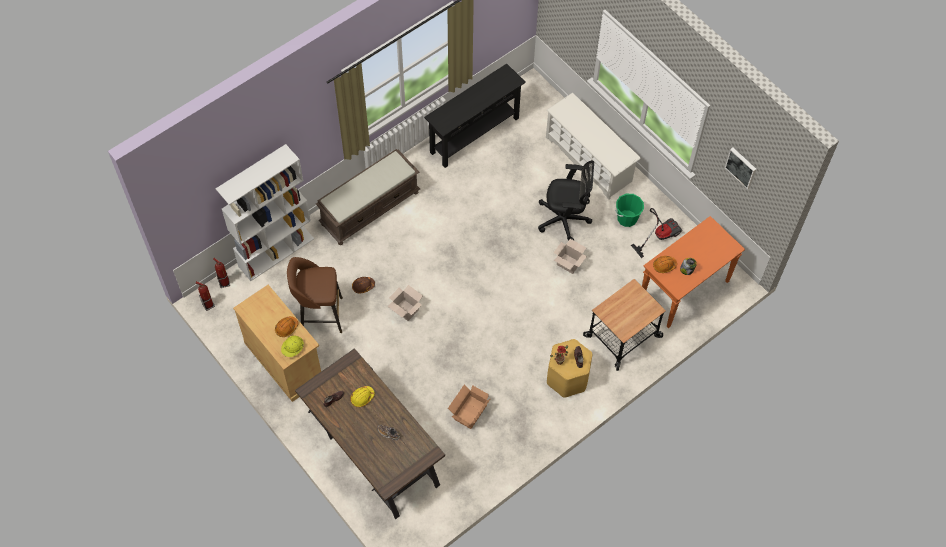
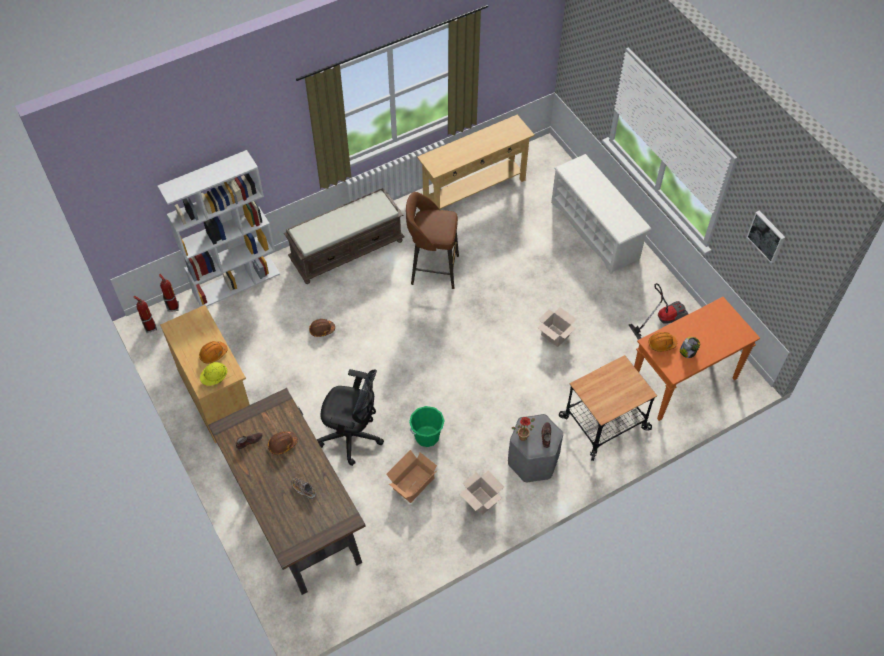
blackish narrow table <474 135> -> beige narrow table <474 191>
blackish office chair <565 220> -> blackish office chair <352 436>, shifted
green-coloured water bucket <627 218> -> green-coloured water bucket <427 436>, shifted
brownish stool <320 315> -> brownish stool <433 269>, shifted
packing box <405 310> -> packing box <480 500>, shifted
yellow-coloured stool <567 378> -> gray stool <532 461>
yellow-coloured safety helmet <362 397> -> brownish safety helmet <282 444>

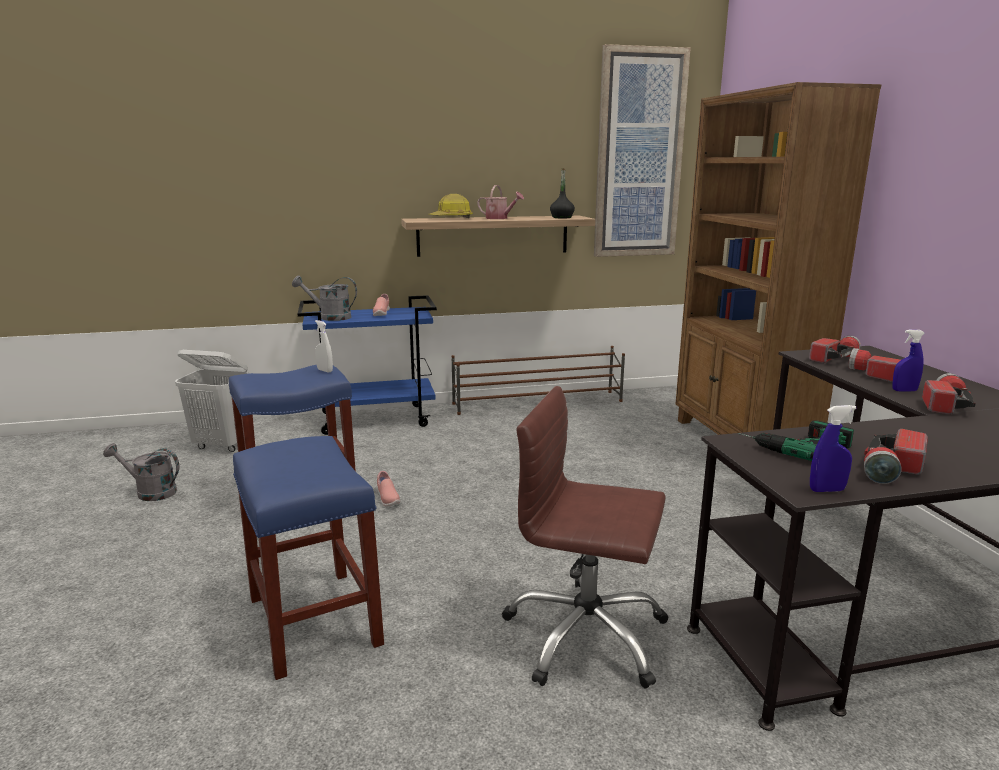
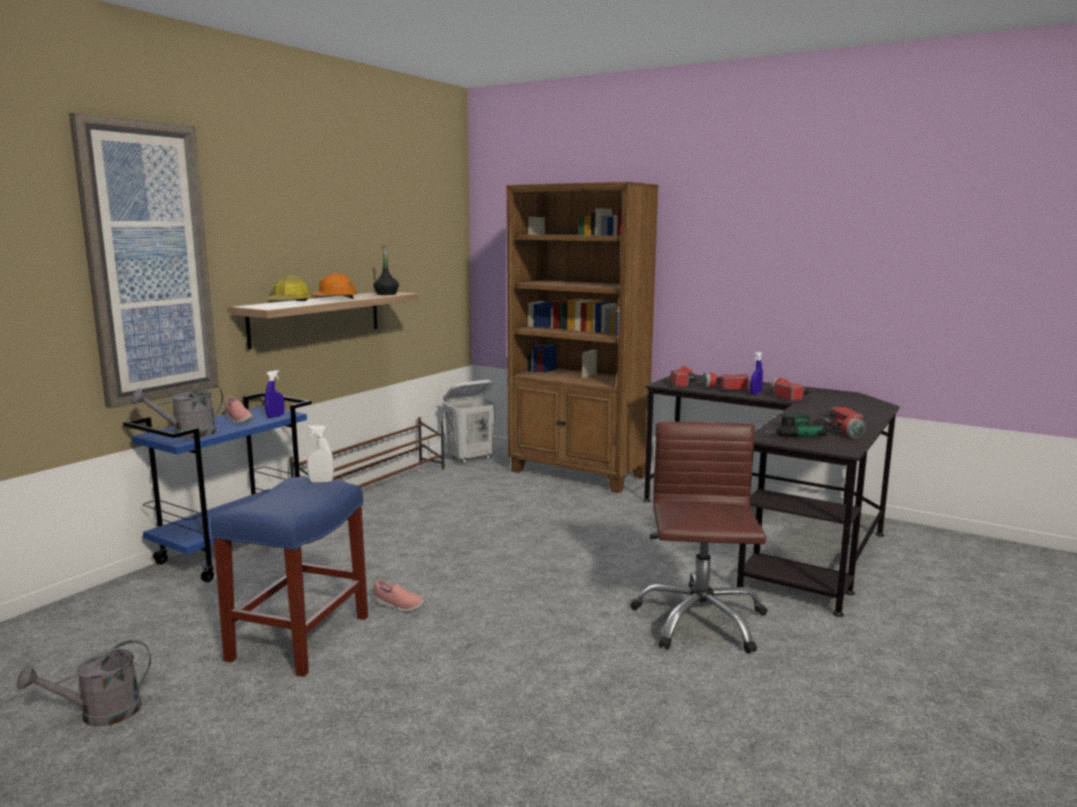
wall picture <639 155> -> wall picture <148 263>, shifted
sprinkling can <499 218> -> orangey safety helmet <335 299>
whitish hamper <222 445> -> whitish hamper <471 459>, shifted
brownish office chair <585 636> -> brownish office chair <699 620>, 120 degrees clockwise
blue sprayer <827 490> -> blue sprayer <275 416>, shifted
blue stool <313 619> -> none

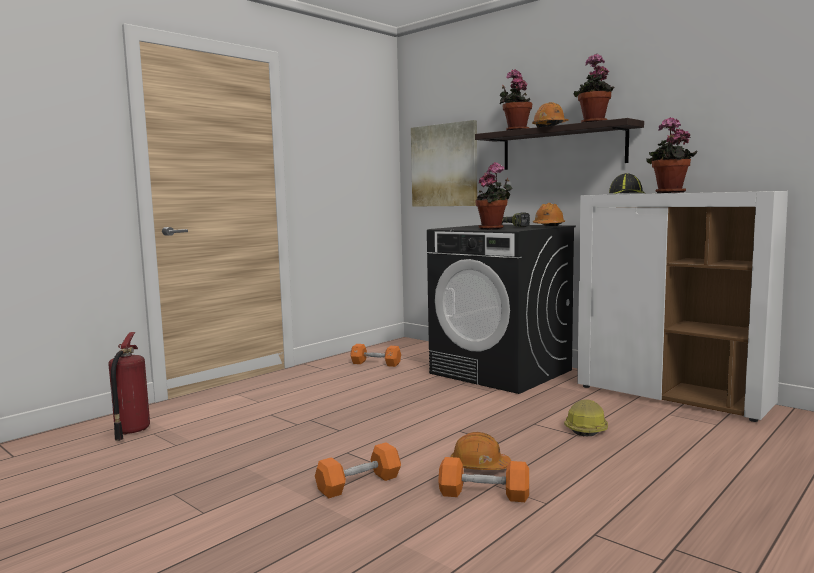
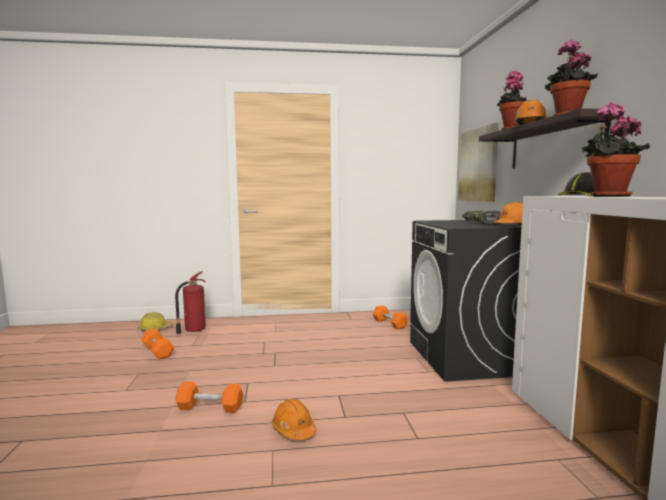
potted plant <493 228> -> none
safety helmet <586 428> -> safety helmet <155 328>, shifted
orangey dumbbell <484 494> -> orangey dumbbell <157 351>, shifted

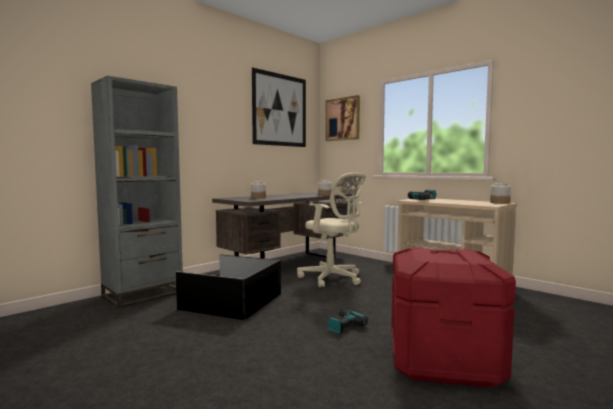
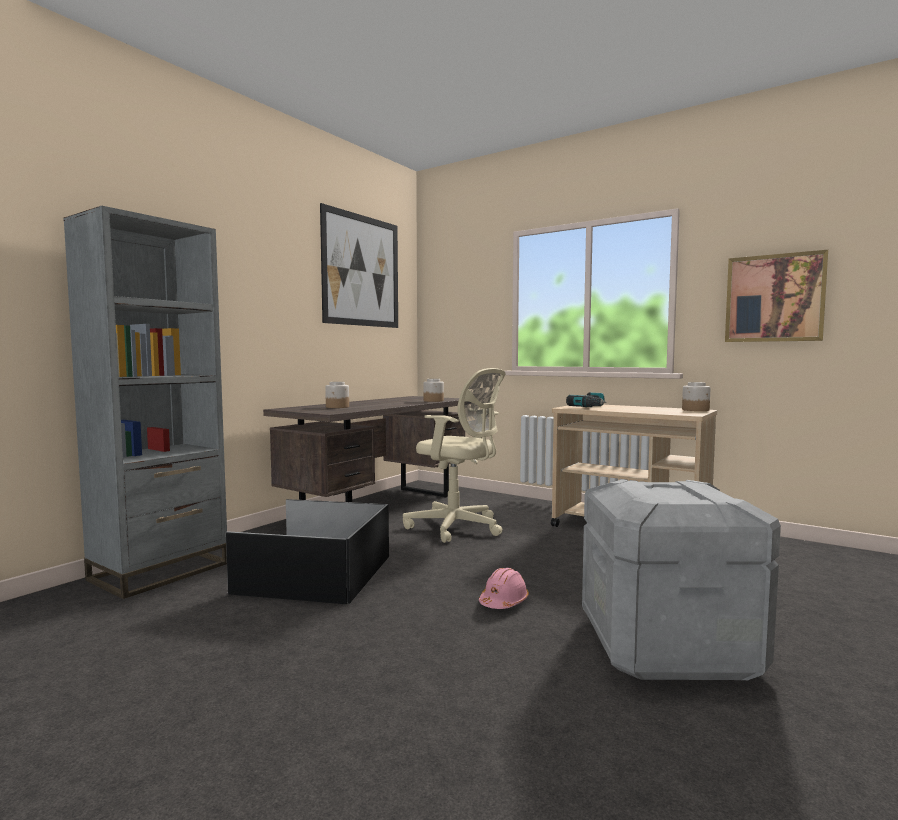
wall picture <342 119> -> wall picture <774 298>, shifted
red-coloured storage box <444 361> -> gray storage box <668 646>
power drill <343 326> -> pink-coloured safety helmet <503 602>

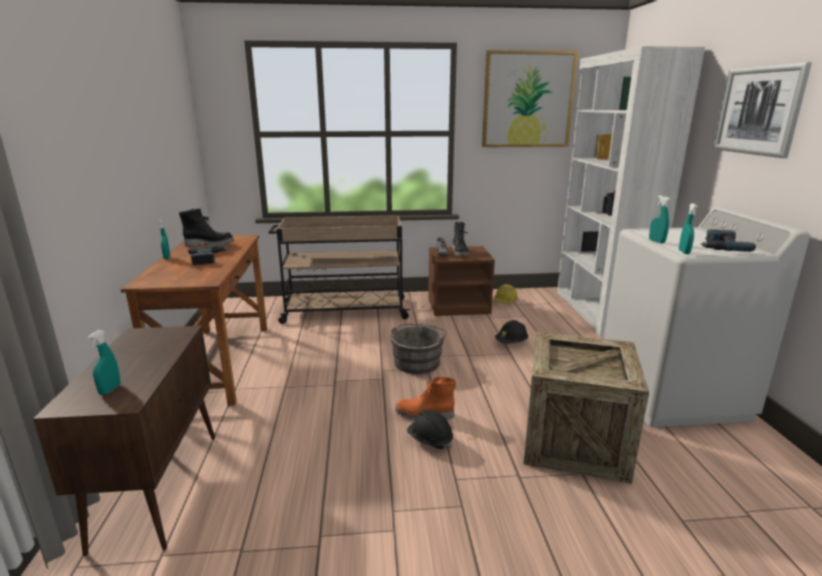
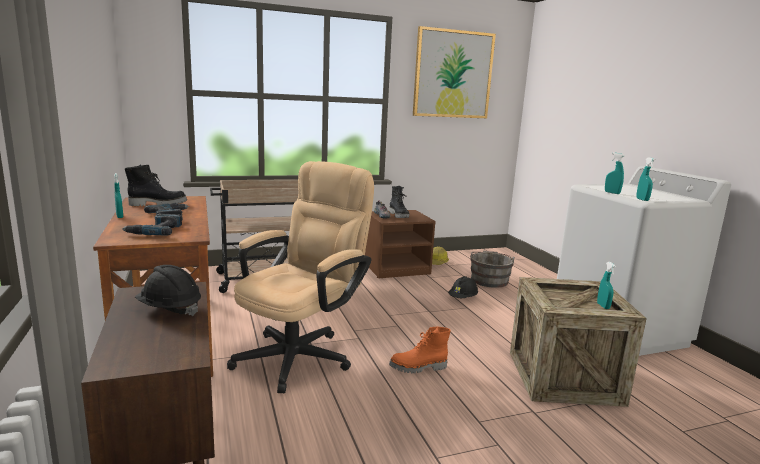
whitish bookshelf <599 311> -> none
wall picture <758 111> -> none
power drill <720 246> -> power drill <155 231>, shifted
gray water bucket <418 361> -> gray water bucket <489 280>, shifted
blue-green sprayer <110 390> -> blue-green sprayer <603 306>, shifted
blackish safety helmet <430 441> -> blackish safety helmet <169 309>, shifted
none -> beige office chair <301 354>

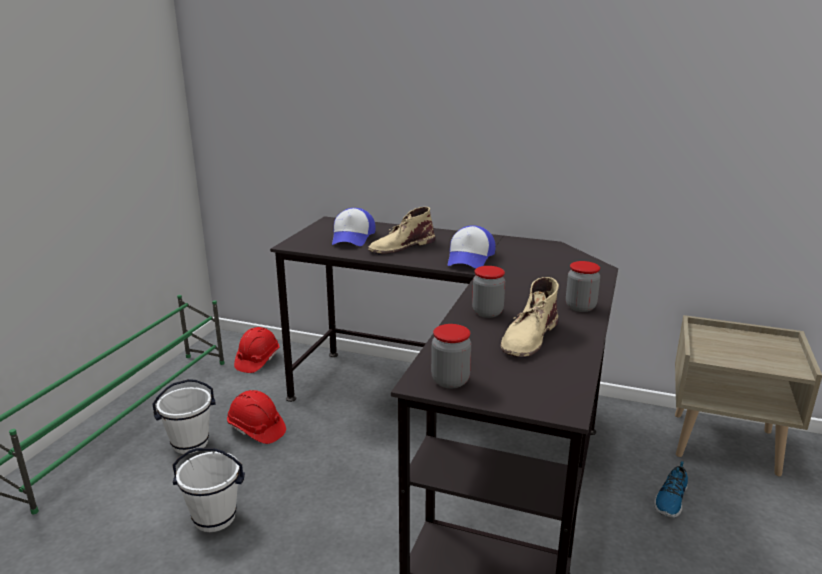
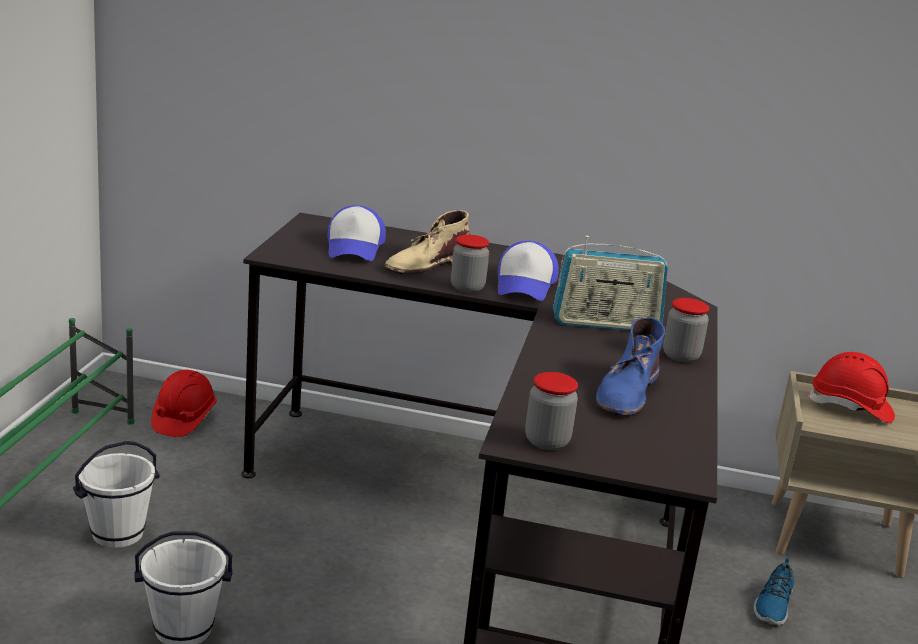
jar <487 312> -> jar <467 288>, shifted
beige tall boot <529 337> -> blue tall boot <627 392>
red-coloured safety helmet <256 430> -> red-coloured safety helmet <851 408>, shifted
none -> radio set <606 324>

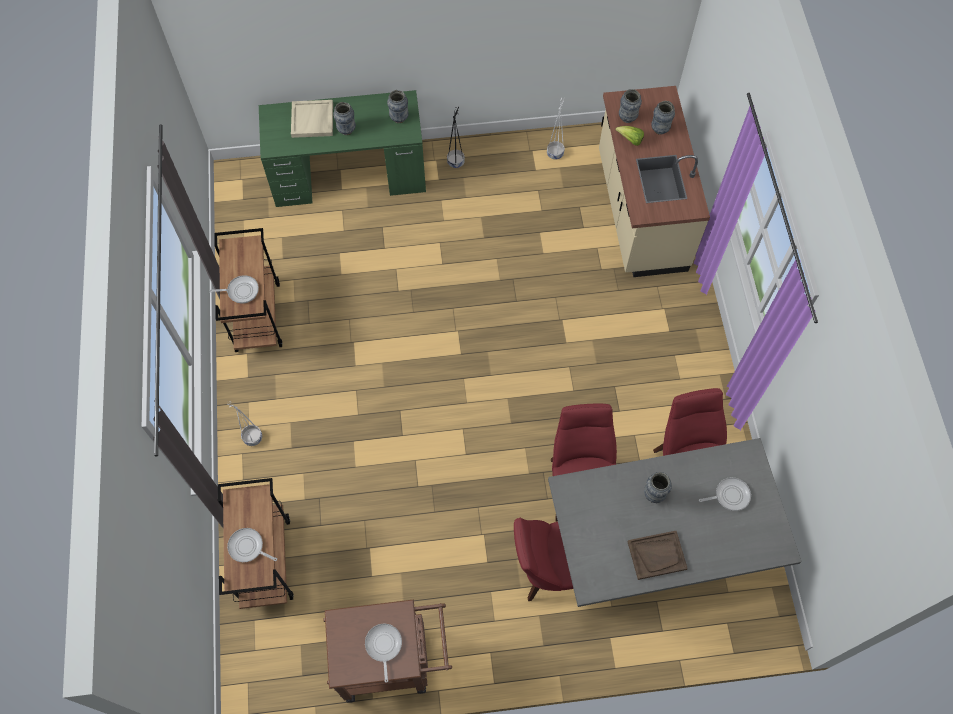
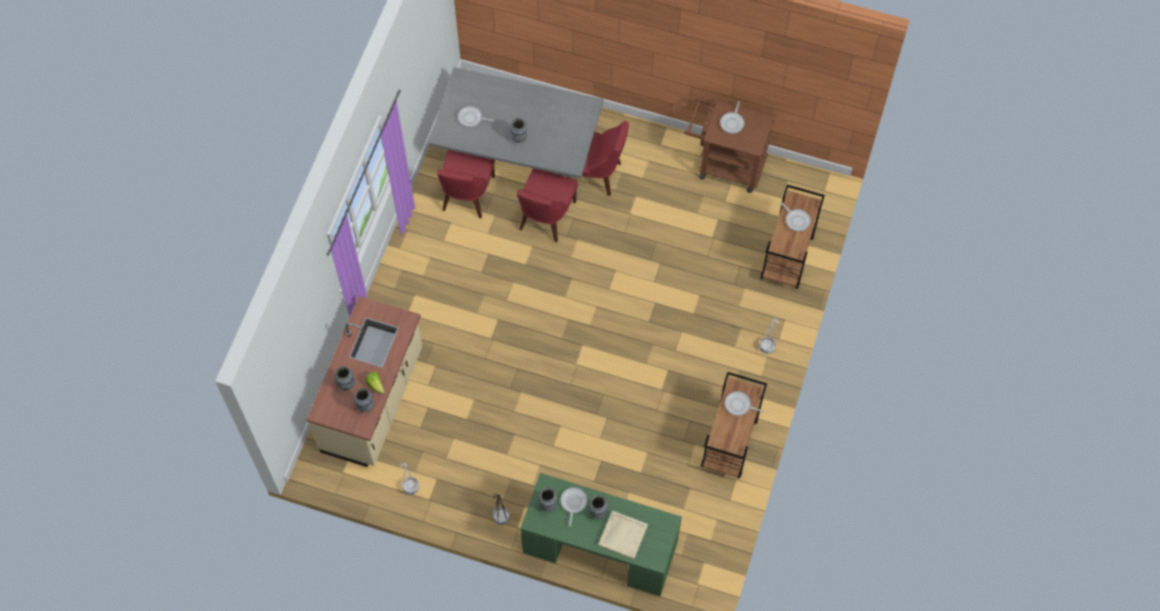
brownish carrying tray <657 555> -> none
none -> frying pan <573 503>

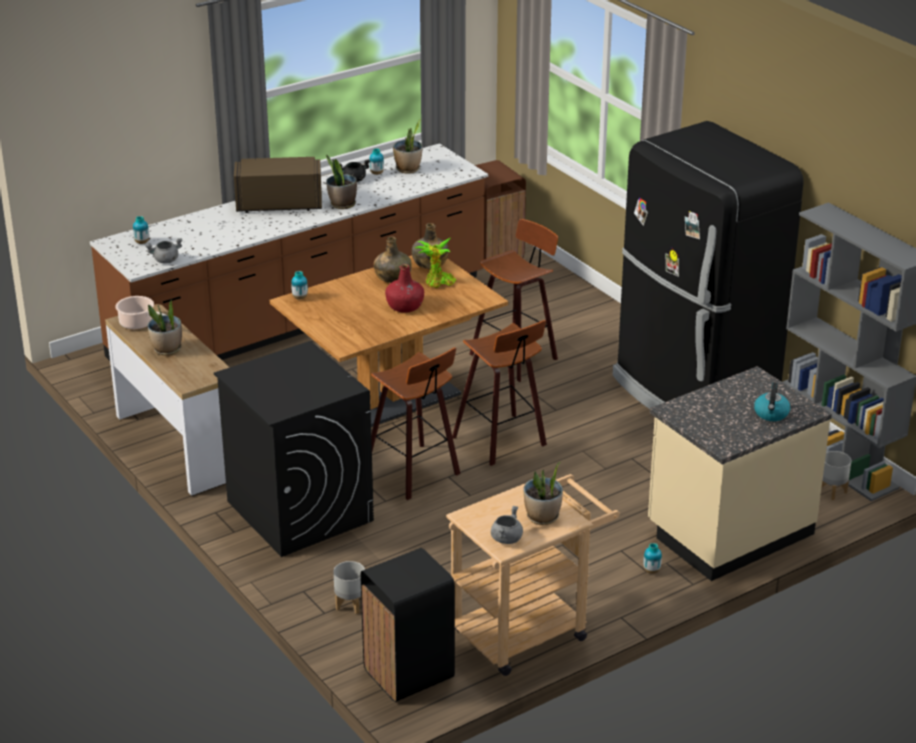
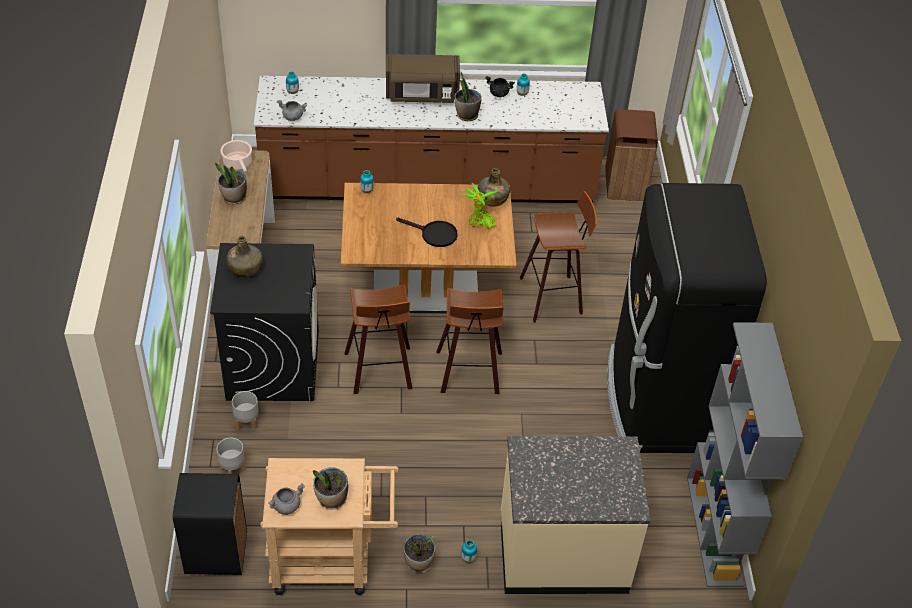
potted plant <408 169> -> potted plant <419 563>, shifted
brownish kitchen microwave <279 204> -> brownish kitchen microwave <422 95>, 150 degrees clockwise
green-coloured drink bottle <392 277> -> green-coloured drink bottle <245 268>, shifted
red-coloured drink bottle <405 306> -> blackish frying pan <434 234>
tea kettle <771 414> -> none
gray planter <831 491> -> gray planter <246 422>, shifted

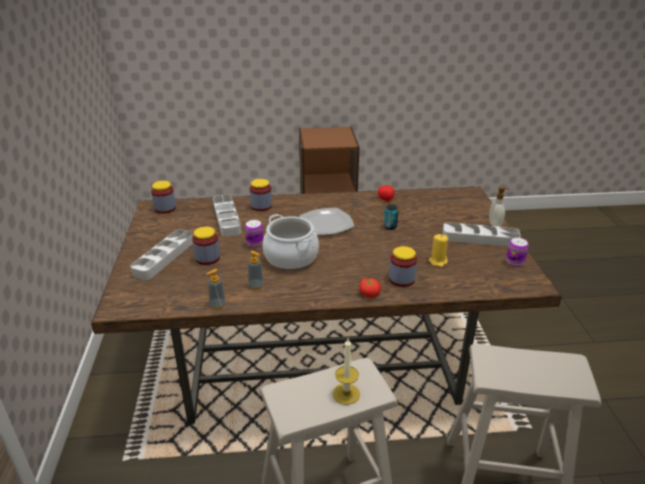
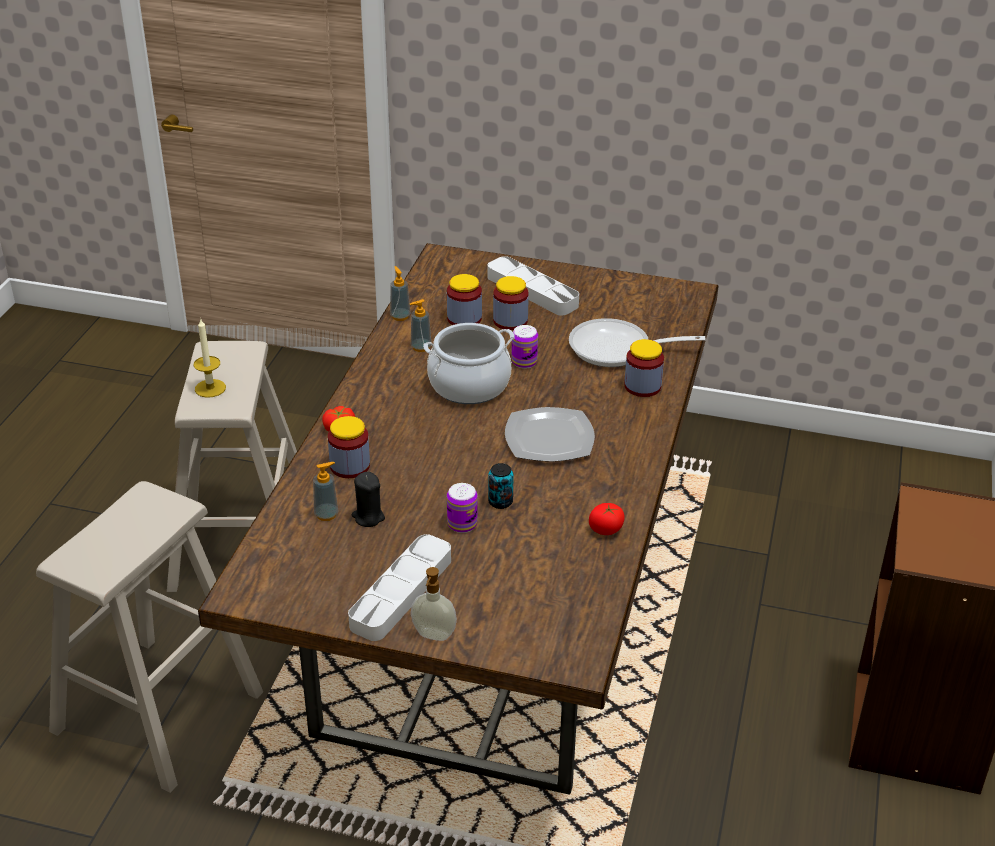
jar <165 208> -> jar <464 319>, shifted
gray carrying tray <226 218> -> frying pan <617 349>
yellow-coloured wax candle <438 261> -> blackish wax candle <368 517>
can <514 263> -> can <462 524>, shifted
none -> soap dispenser <326 514>

